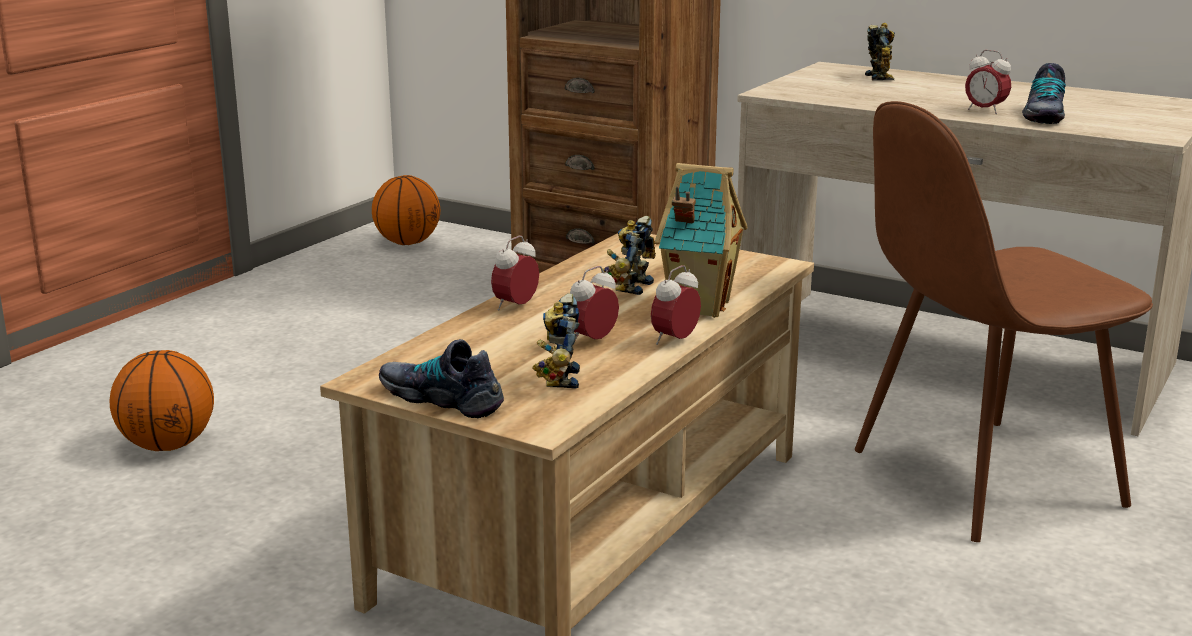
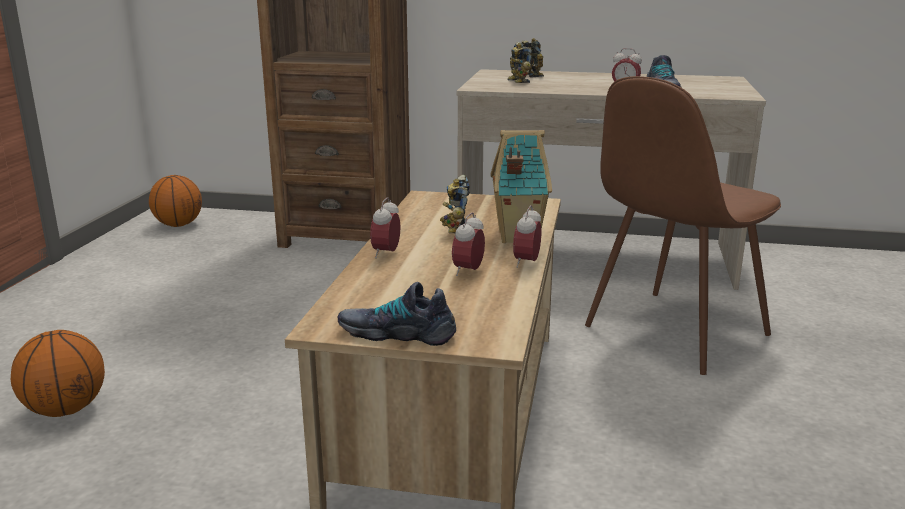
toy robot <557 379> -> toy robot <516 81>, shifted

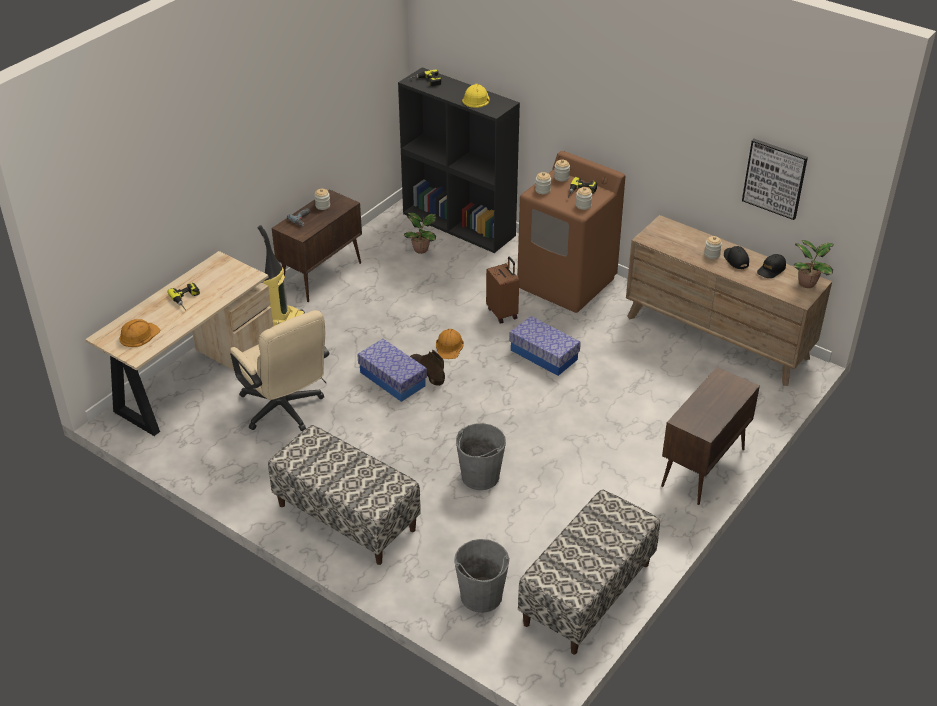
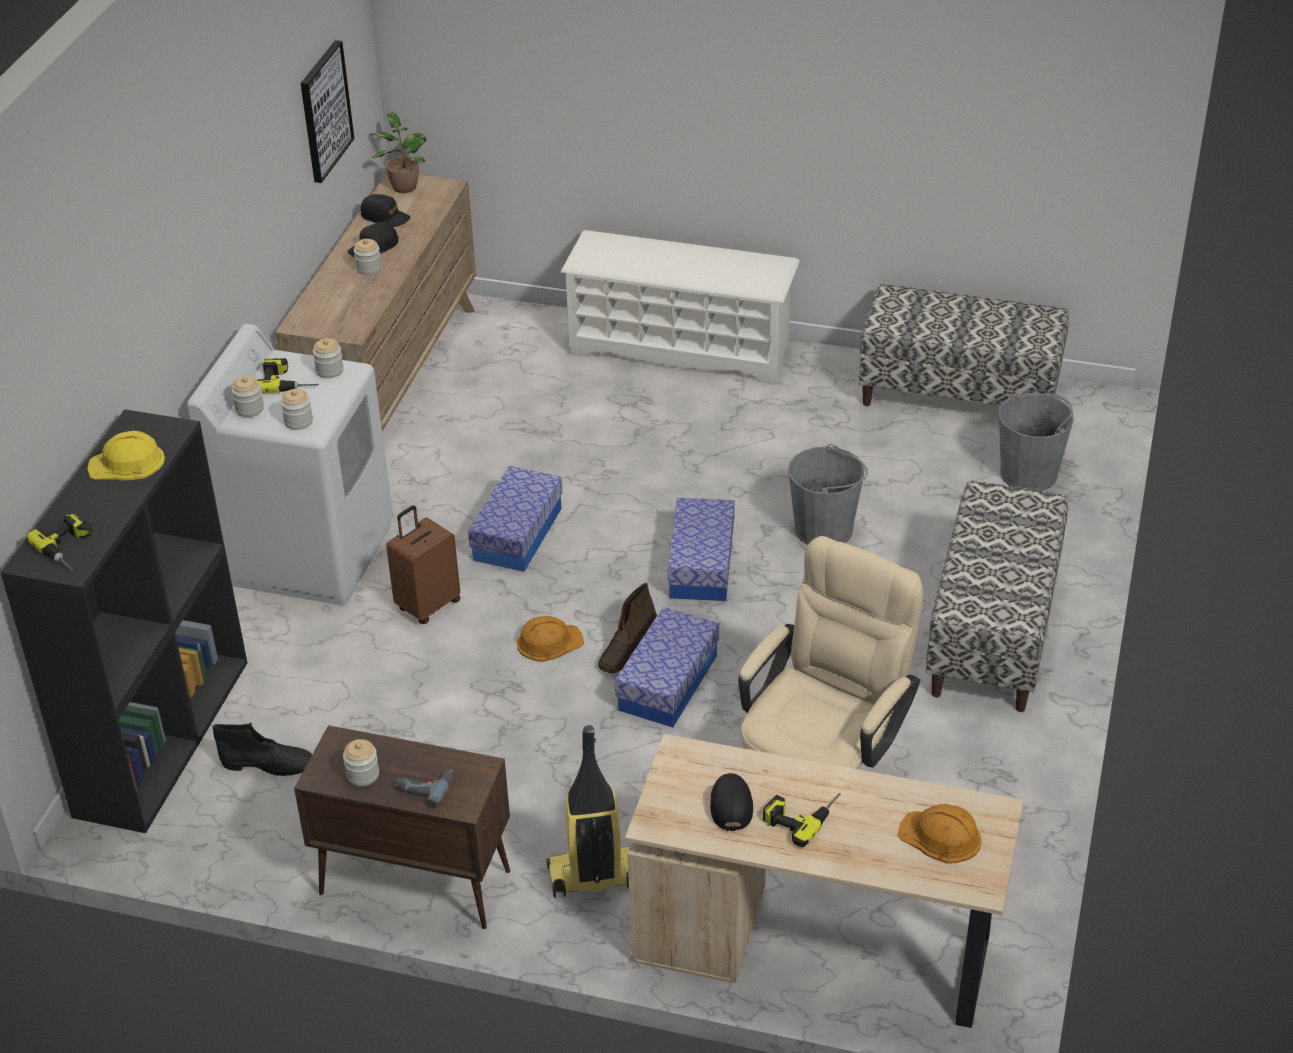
brownish laundry appliance <567 283> -> whitish laundry appliance <309 553>
potted plant <422 249> -> blackish tall boot <268 764>
brownish cabinet <702 468> -> whitish shoe shelf <681 349>
none -> storage box <702 565>
none -> blackish peaked cap <731 805>

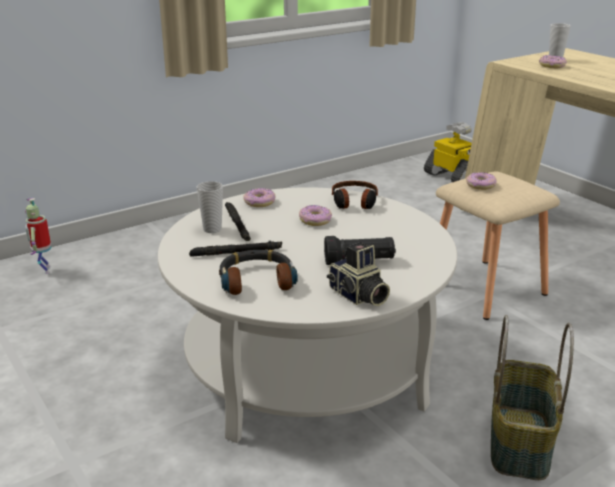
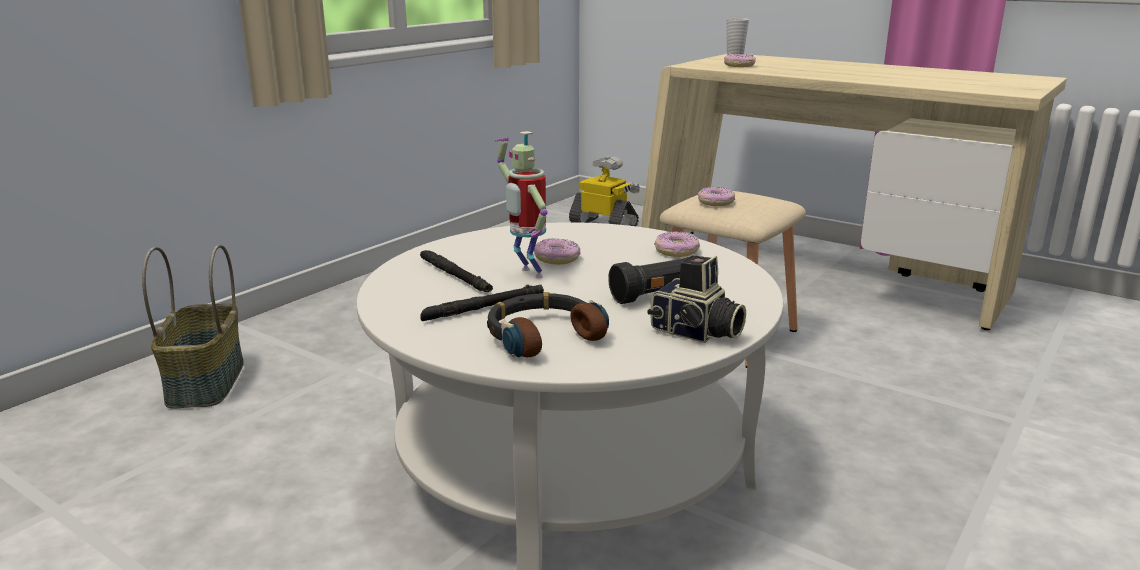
drinking cup <212 229> -> none
headphones <354 202> -> none
doughnut <260 202> -> doughnut <677 251>, shifted
toy robot <44 269> -> toy robot <527 274>, shifted
household basket <521 443> -> household basket <207 383>, shifted

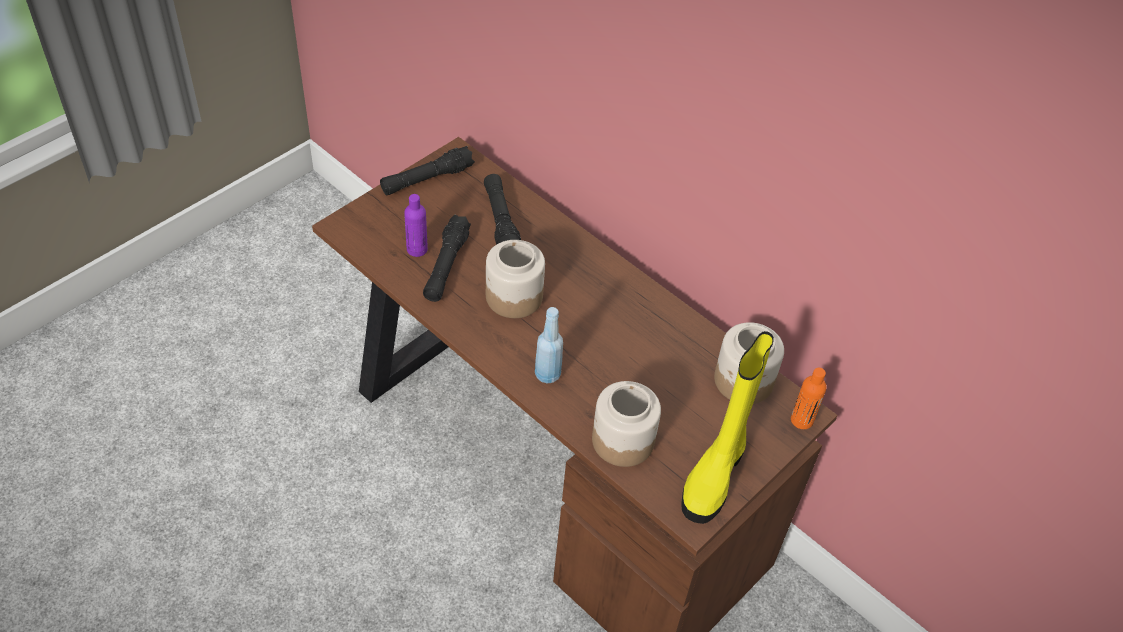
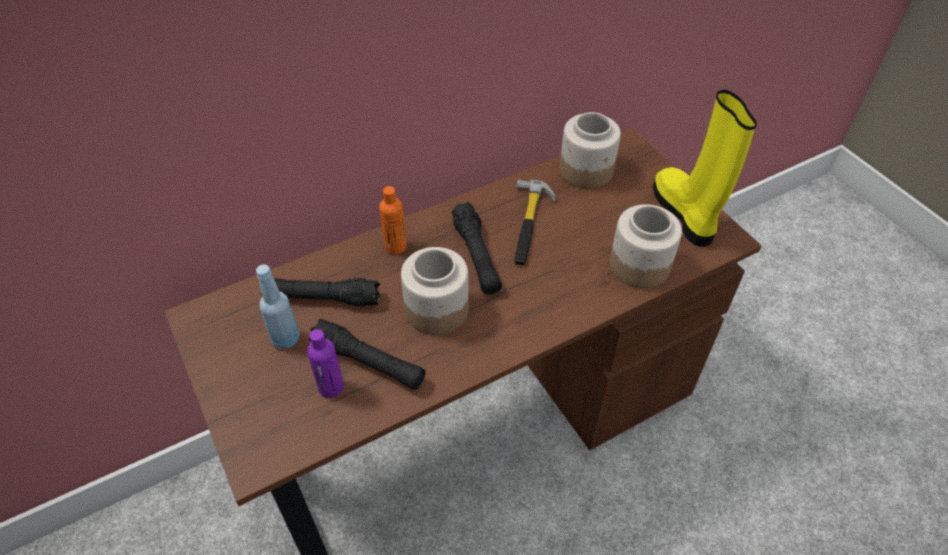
blackish torch <427 179> -> blackish torch <476 256>, shifted
blue drink bottle <547 374> -> blue drink bottle <285 338>, shifted
yellow-coloured tall boot <714 475> -> yellow-coloured tall boot <685 214>, 150 degrees counterclockwise
orangey drink bottle <801 420> -> orangey drink bottle <395 246>, shifted
none -> hand hammer <529 224>

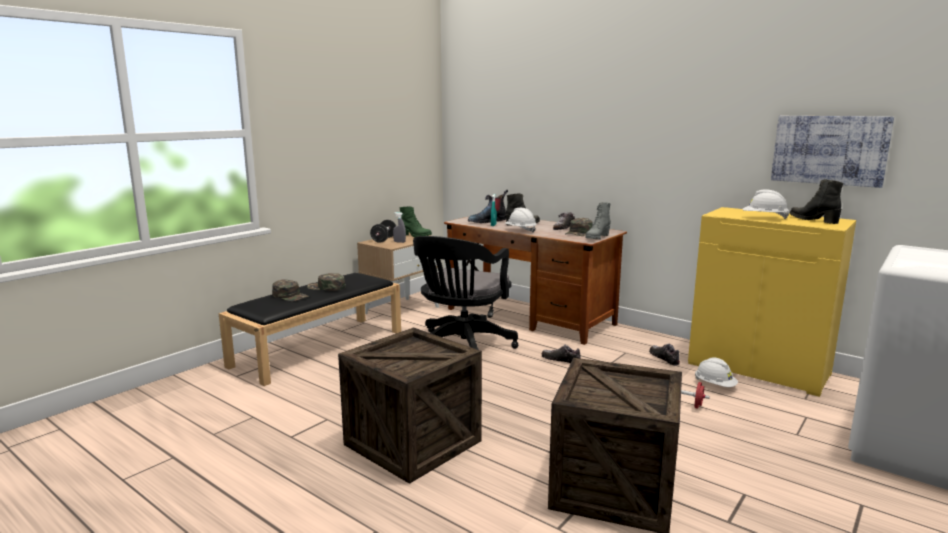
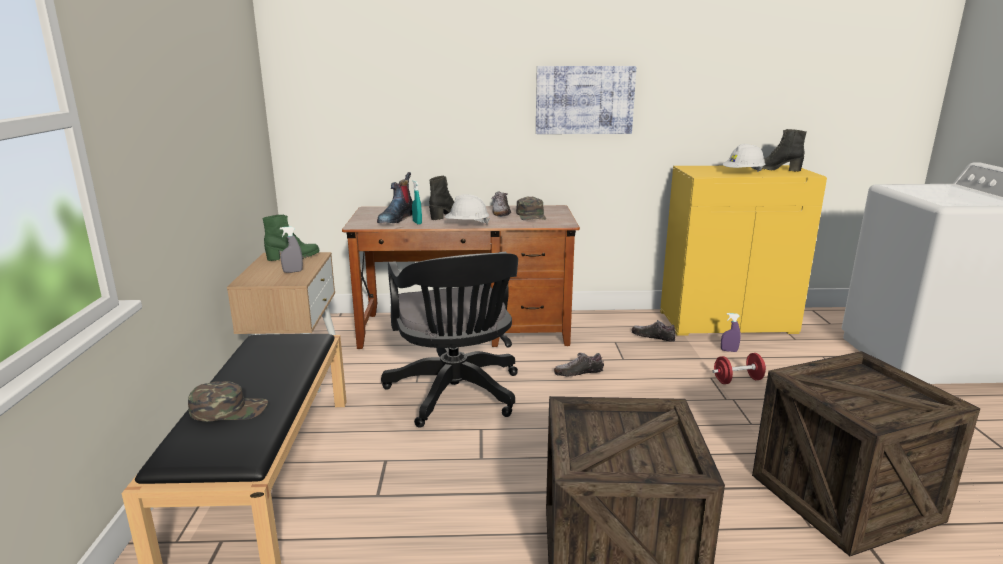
wall picture <829 150> -> wall picture <584 100>, shifted
gray tall boot <597 237> -> none
blackish dumbbell <384 239> -> none
green-coloured peaked cap <326 287> -> none
whitish safety helmet <715 385> -> purplish sprayer <729 350>

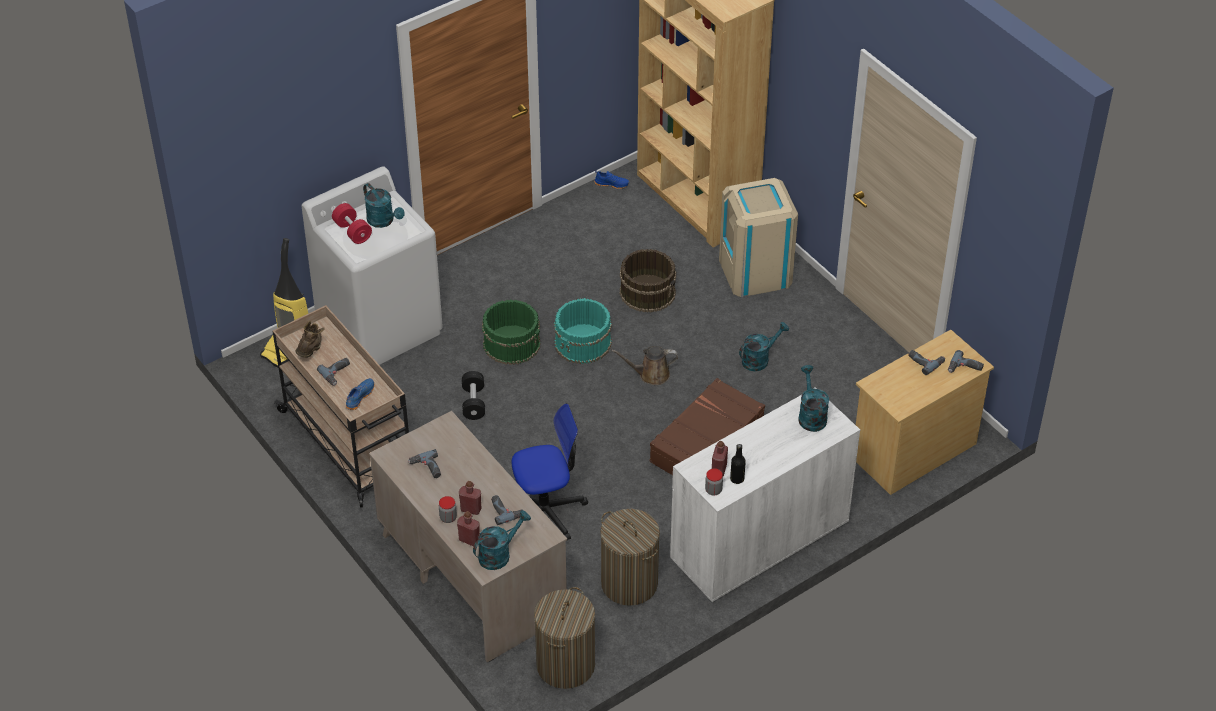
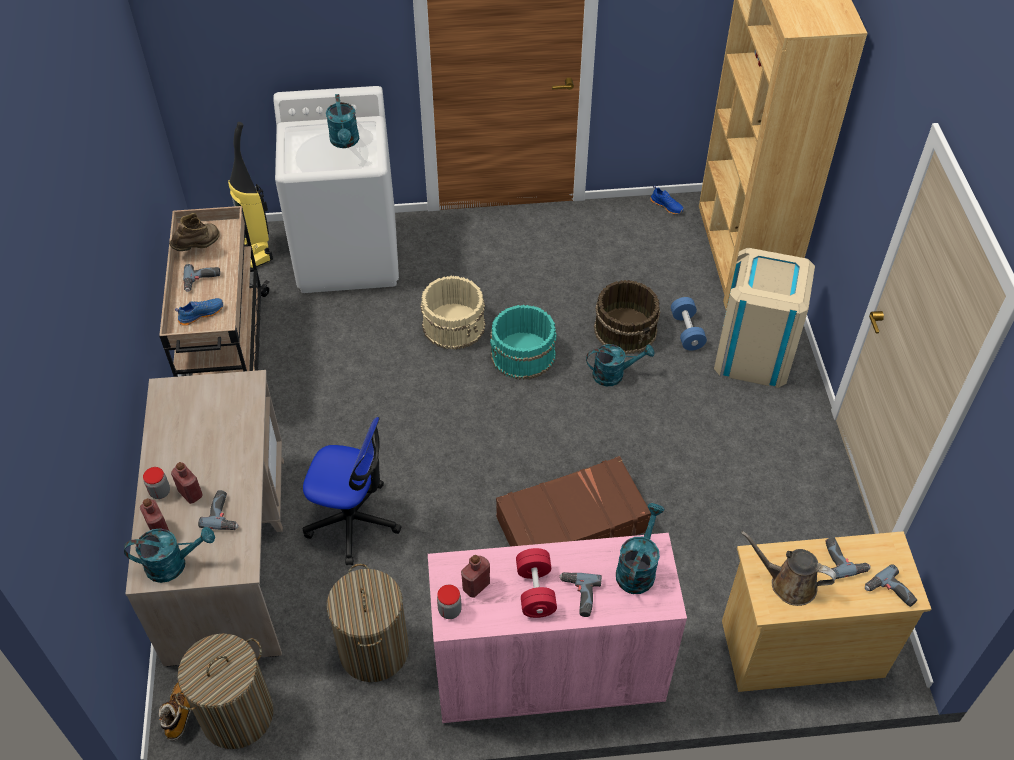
red-coloured dumbbell <352 231> -> red-coloured dumbbell <535 591>, shifted
green-coloured water bucket <512 343> -> beige water bucket <454 325>
blue-green sprinkling can <759 359> -> blue-green sprinkling can <614 374>, shifted
brownish sprinkling can <650 374> -> brownish sprinkling can <788 583>, shifted
blackish dumbbell <473 402> -> none
whitish cabinet <759 540> -> pink-coloured cabinet <549 672>
blackish drink bottle <737 479> -> none
power drill <426 468> -> power drill <578 596>, shifted
none -> blue dumbbell <687 331>
none -> tall boot <180 713>

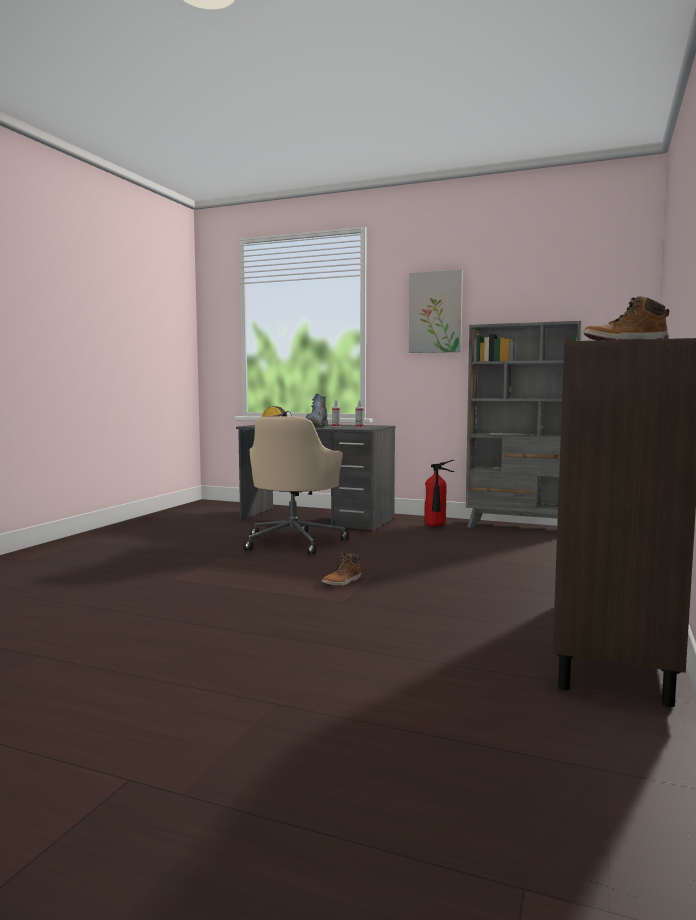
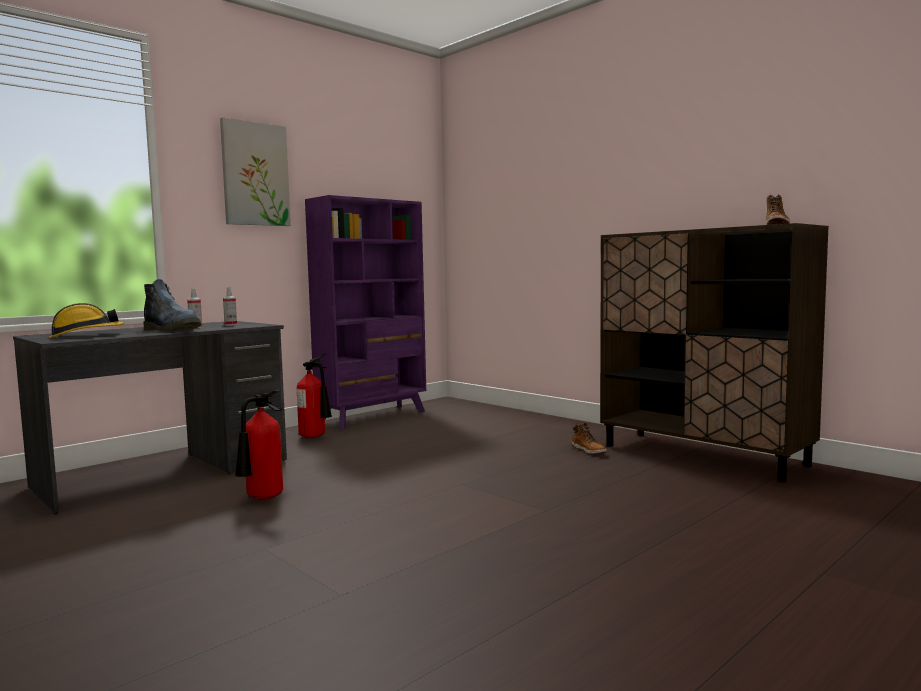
gray bookshelf <520 527> -> purplish bookshelf <373 416>
beige office chair <294 541> -> fire extinguisher <262 499>
tall boot <342 582> -> tall boot <589 450>, shifted

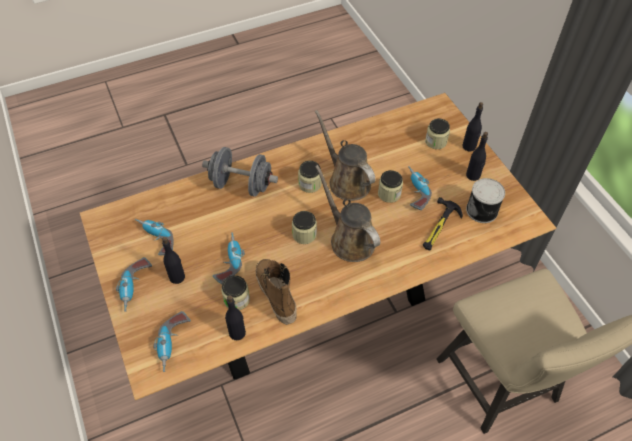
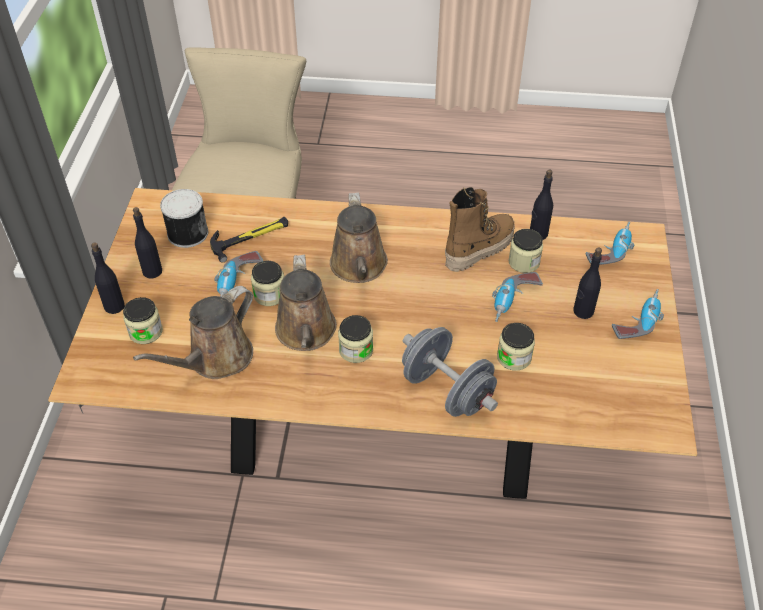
jar <304 234> -> jar <514 357>, shifted
power drill <155 239> -> none
tall boot <276 295> -> tall boot <478 249>, 135 degrees counterclockwise
none -> brownish sprinkling can <215 359>

